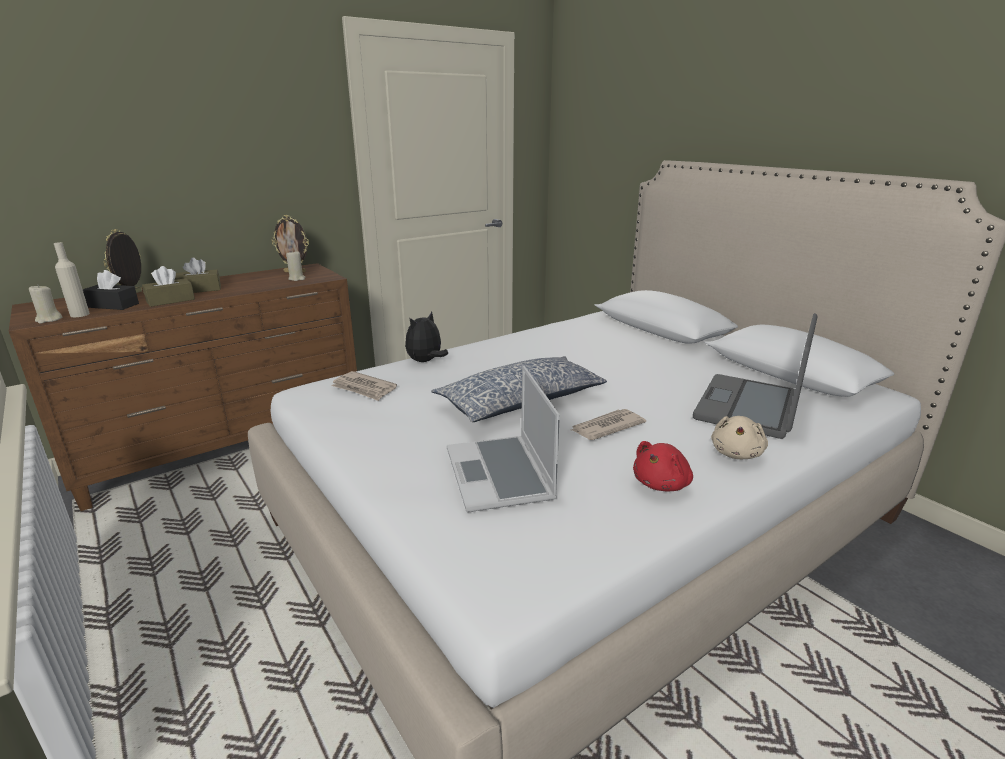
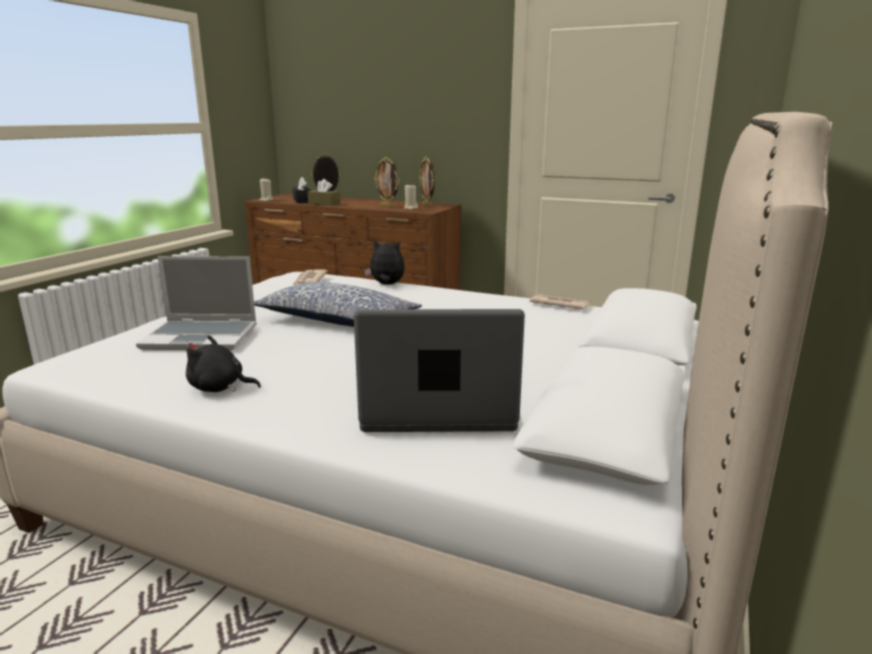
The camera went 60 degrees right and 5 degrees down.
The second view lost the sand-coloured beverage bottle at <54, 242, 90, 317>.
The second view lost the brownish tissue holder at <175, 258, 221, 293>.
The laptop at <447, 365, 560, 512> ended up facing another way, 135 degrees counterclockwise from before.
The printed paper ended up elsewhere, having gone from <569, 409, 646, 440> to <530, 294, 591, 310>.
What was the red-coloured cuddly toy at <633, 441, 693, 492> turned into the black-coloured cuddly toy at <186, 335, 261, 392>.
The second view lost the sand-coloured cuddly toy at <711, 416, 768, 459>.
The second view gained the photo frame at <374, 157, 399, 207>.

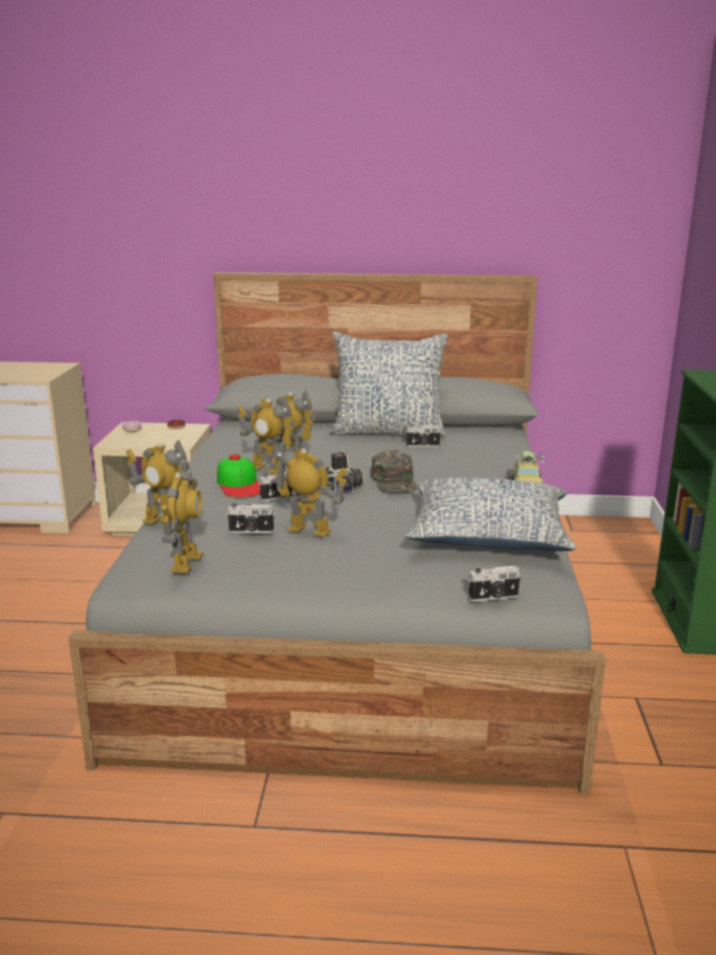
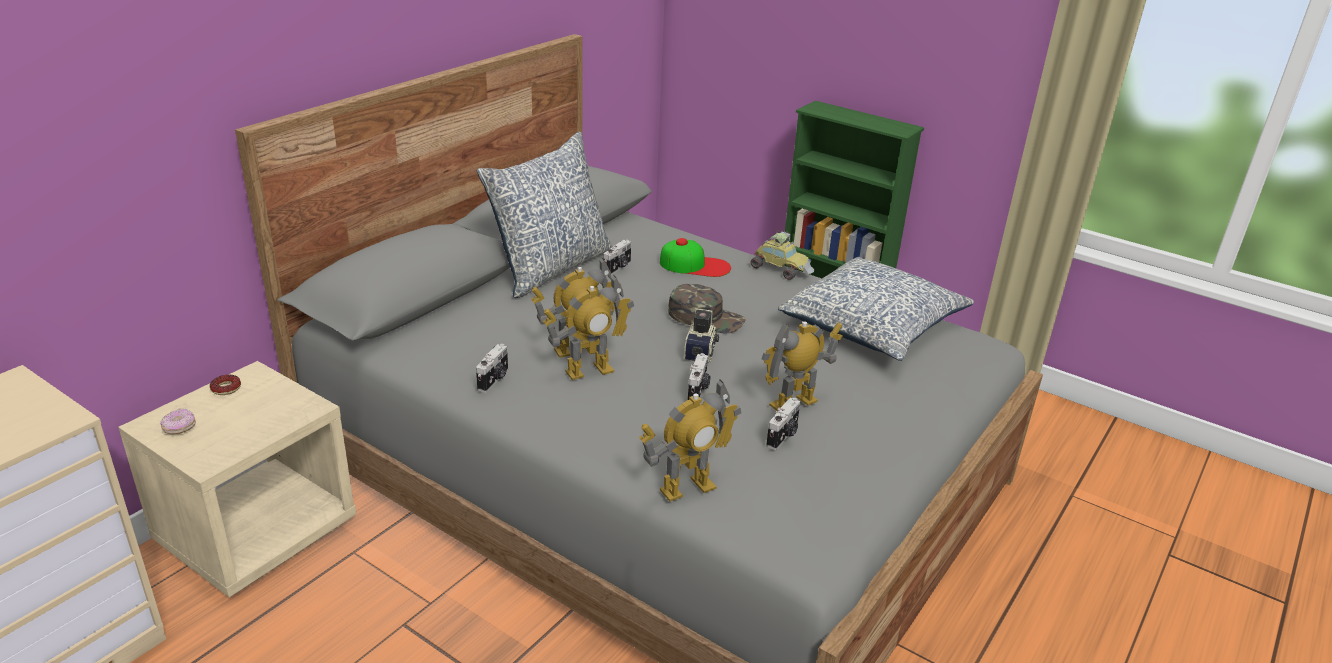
The camera went 60 degrees left and 10 degrees up.
The second view lost the model robot at <161, 459, 203, 573>.
The baseball cap ended up elsewhere, having gone from <217, 454, 261, 497> to <660, 238, 731, 277>.
The still camera ended up elsewhere, having gone from <468, 566, 521, 602> to <476, 344, 508, 393>.

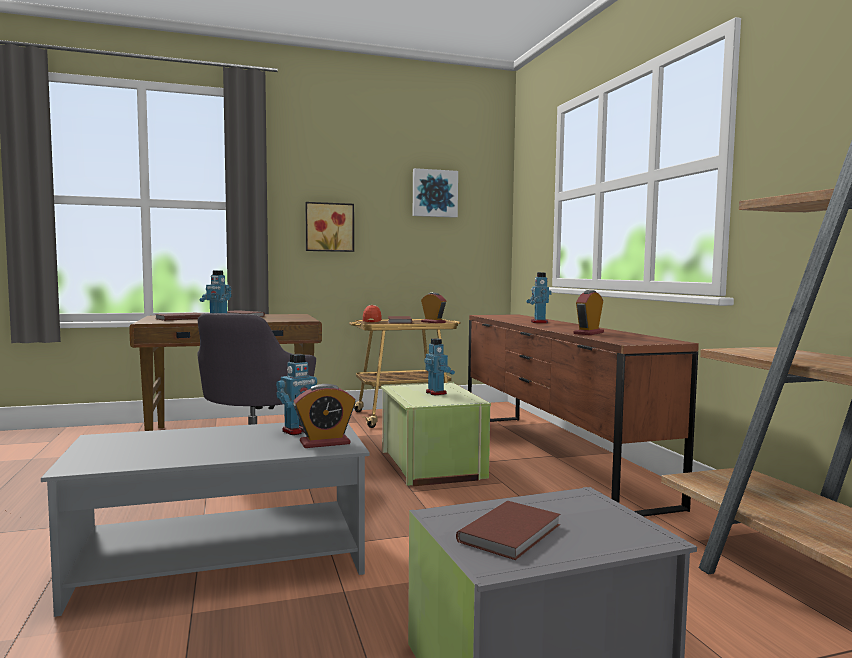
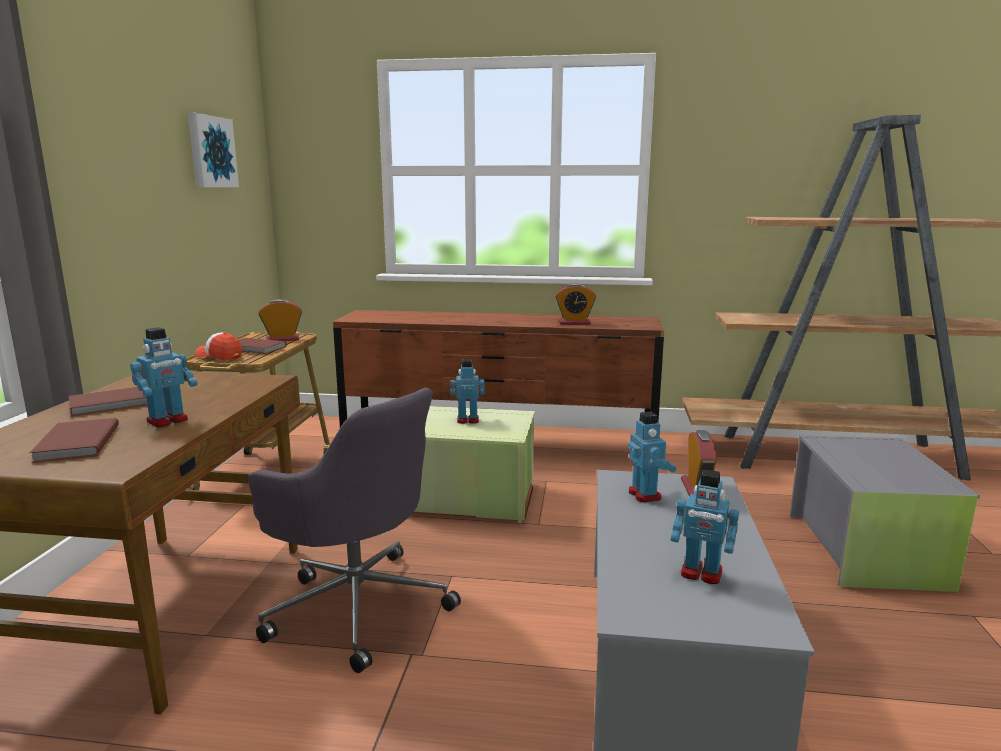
The camera went 65 degrees left and 10 degrees up.
The second view lost the wall art at <305, 202, 354, 252>.
The second view lost the brownish bound book at <456, 501, 561, 560>.
The model robot ended up elsewhere, having gone from <526, 272, 551, 323> to <671, 469, 739, 584>.
The bedside clock at <573, 290, 604, 335> ended up facing another way, 60 degrees counterclockwise from before.

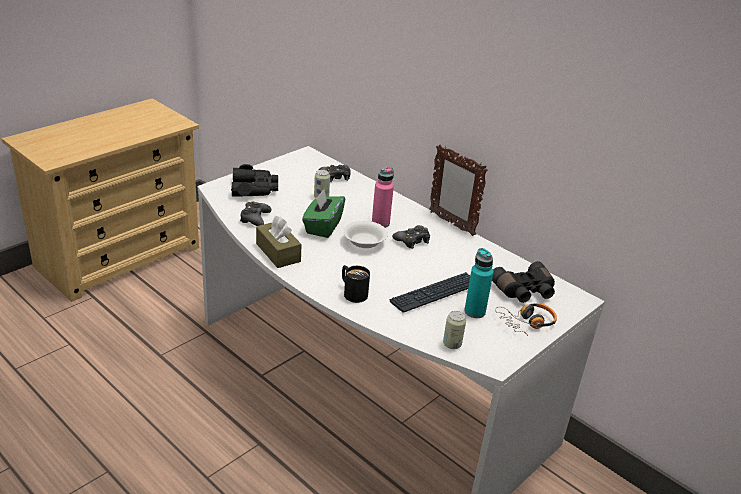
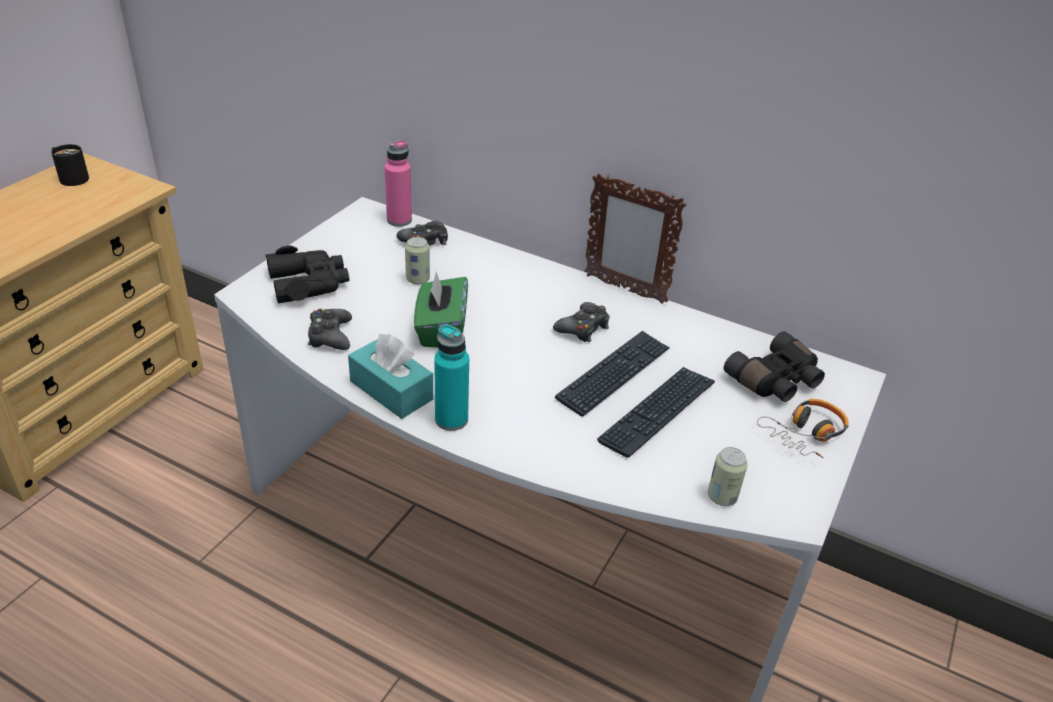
The camera went 15 degrees left and 5 degrees up.
What was the brownish tissue holder at <256, 216, 302, 268> turned into the turquoise-coloured tissue holder at <348, 334, 433, 419>.
The black-coloured tea mug ended up elsewhere, having gone from <342, 265, 370, 303> to <51, 144, 89, 186>.
The second view lost the whitish bowl at <343, 221, 388, 248>.
The pink-coloured beverage bottle ended up elsewhere, having gone from <372, 167, 394, 228> to <384, 140, 412, 227>.
The turquoise-coloured beverage bottle ended up elsewhere, having gone from <464, 248, 494, 318> to <434, 324, 469, 431>.
The second view gained the PC keyboard at <555, 331, 670, 416>.

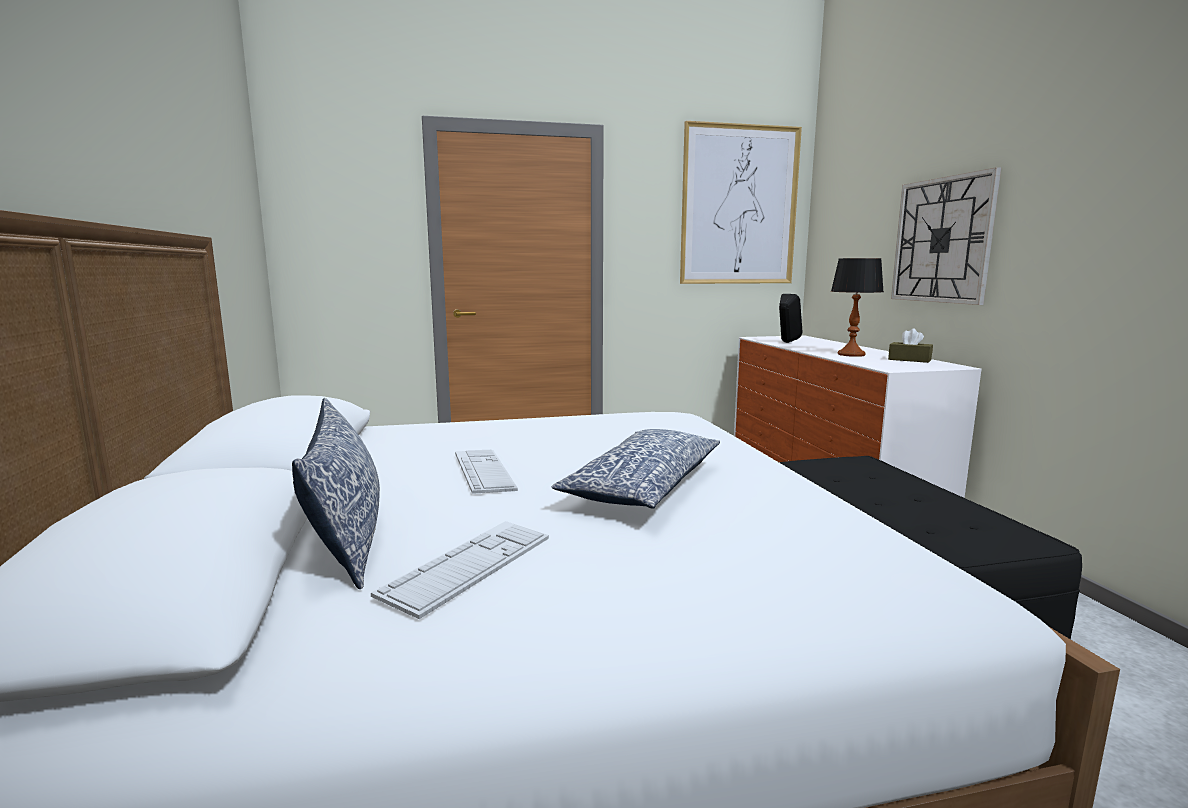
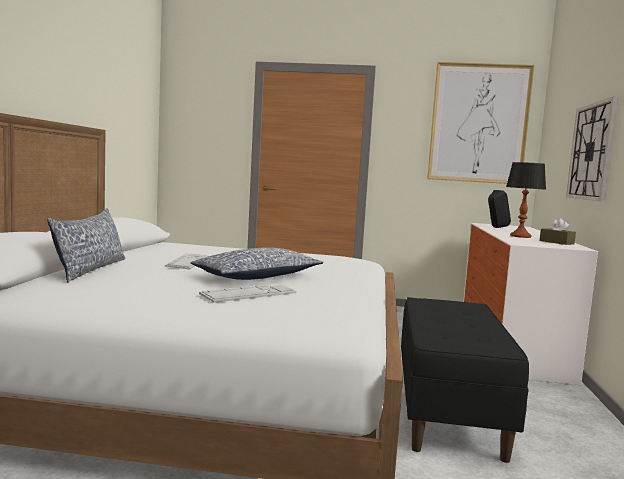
The camera went 20 degrees right and 5 degrees down.
The PC keyboard ended up elsewhere, having gone from <371, 521, 549, 619> to <199, 284, 297, 303>.

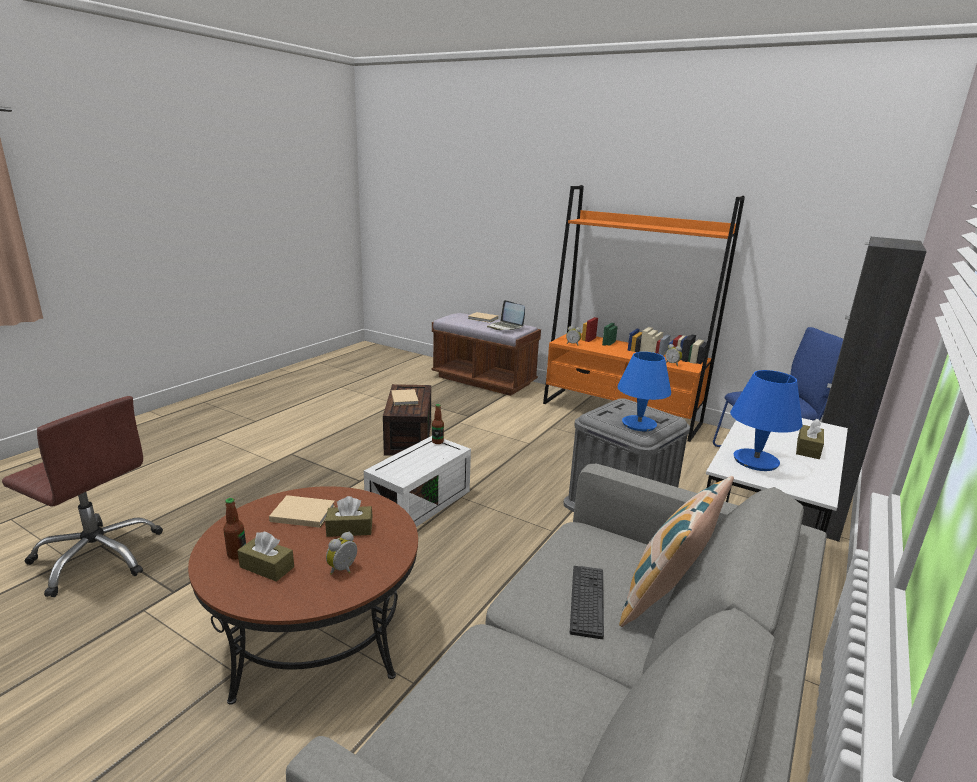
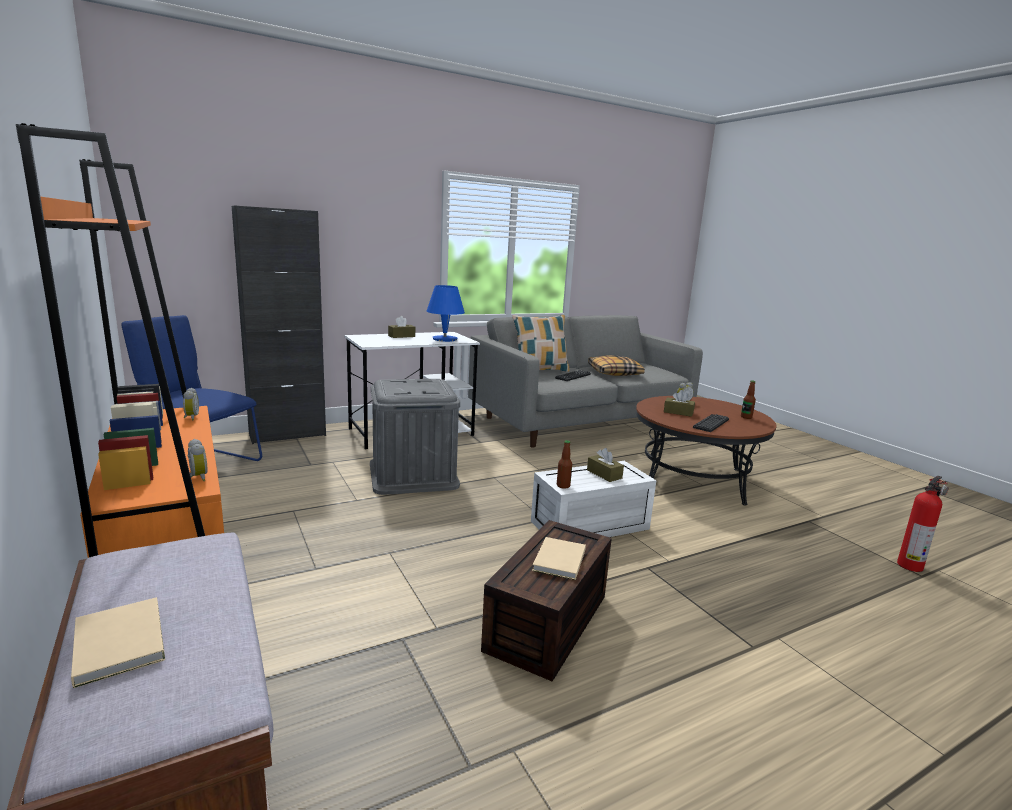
The camera went 150 degrees left and 5 degrees down.
Where the brownish desk chair stood at <2, 396, 163, 597>, the fire extinguisher came to stand at <897, 476, 949, 572>.
The brownish tissue holder ended up elsewhere, having gone from <237, 531, 294, 582> to <587, 448, 624, 482>.
Where the sand-coloured bound book stood at <269, 495, 335, 528>, the PC keyboard came to stand at <693, 414, 729, 432>.
The second view lost the laptop at <487, 300, 525, 330>.
The second view lost the bluish lamp for a table at <618, 352, 671, 431>.
The second view gained the pillow at <588, 355, 645, 376>.

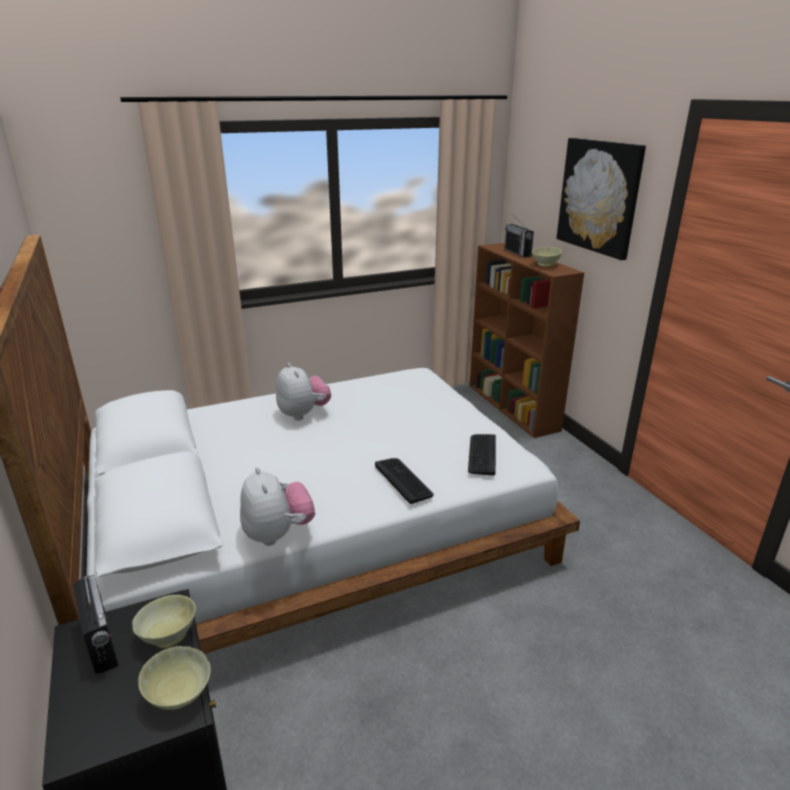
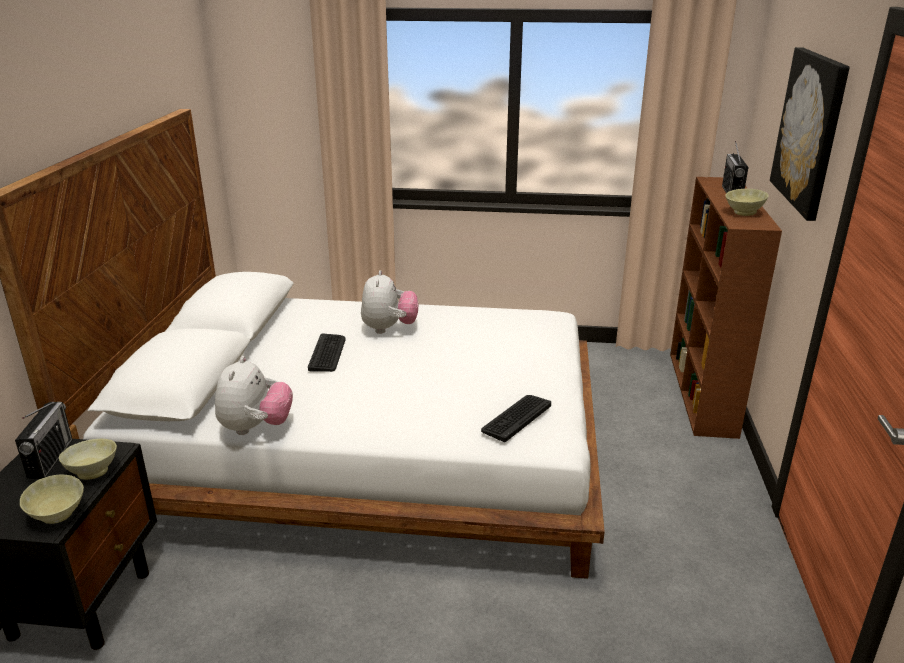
The camera went 30 degrees right and 0 degrees up.
The PC keyboard ended up elsewhere, having gone from <375, 458, 433, 504> to <308, 333, 346, 372>.

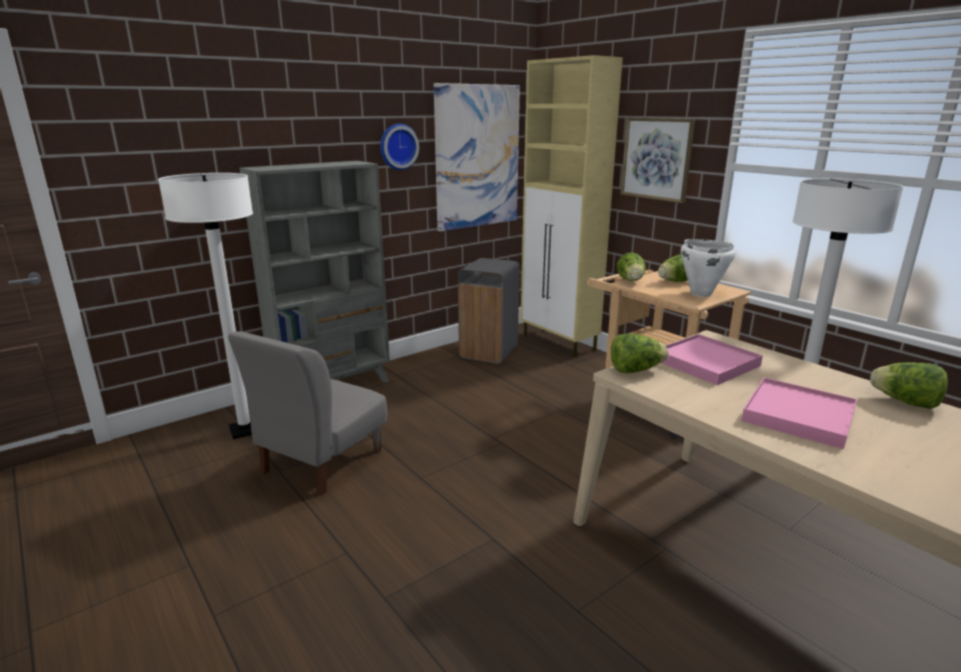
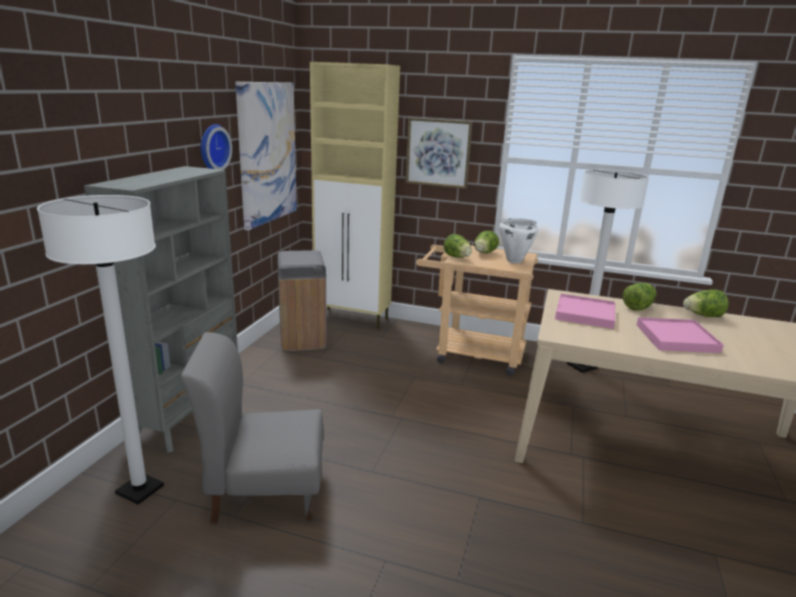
The camera went 35 degrees left and 0 degrees up.
The greyish upright chair at <228, 331, 387, 496> ended up facing another way, 90 degrees clockwise from before.
The lettuce ended up elsewhere, having gone from <611, 334, 669, 373> to <623, 283, 657, 311>.

